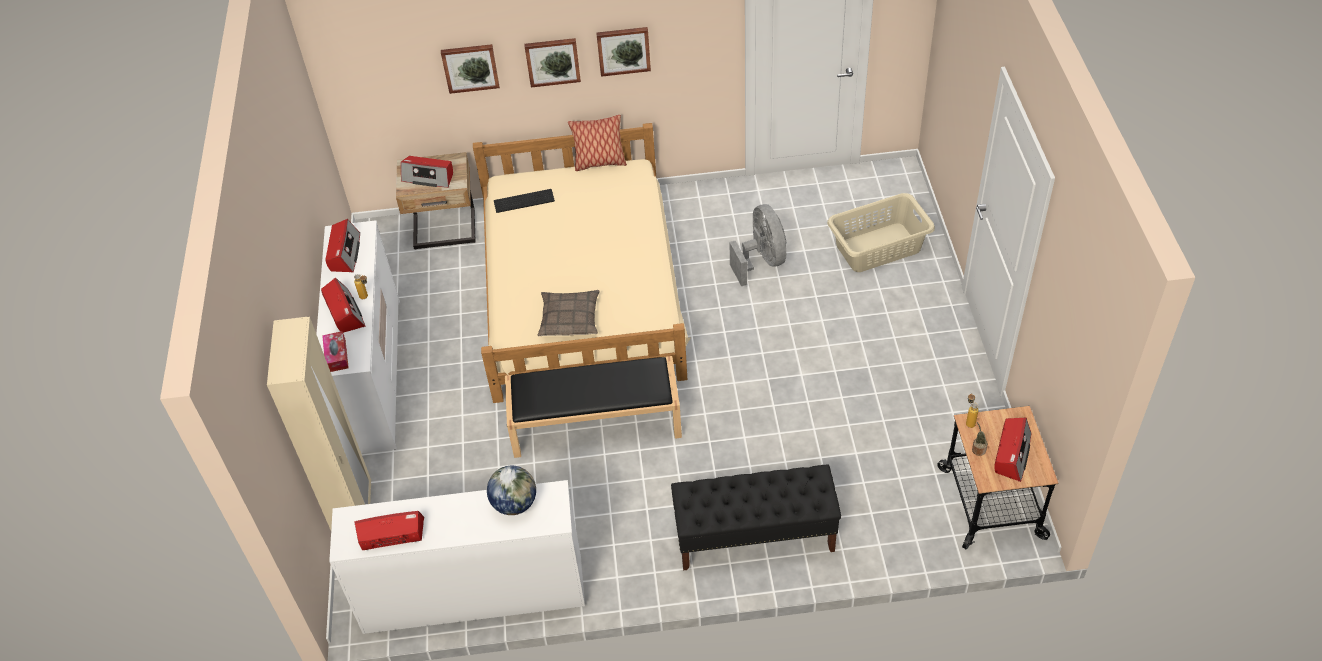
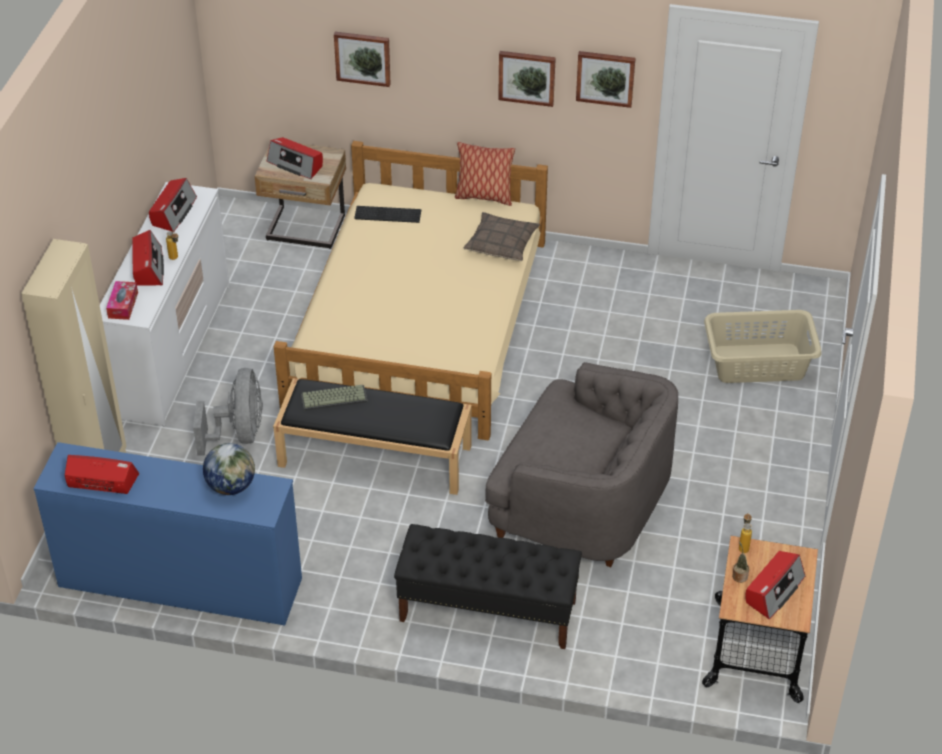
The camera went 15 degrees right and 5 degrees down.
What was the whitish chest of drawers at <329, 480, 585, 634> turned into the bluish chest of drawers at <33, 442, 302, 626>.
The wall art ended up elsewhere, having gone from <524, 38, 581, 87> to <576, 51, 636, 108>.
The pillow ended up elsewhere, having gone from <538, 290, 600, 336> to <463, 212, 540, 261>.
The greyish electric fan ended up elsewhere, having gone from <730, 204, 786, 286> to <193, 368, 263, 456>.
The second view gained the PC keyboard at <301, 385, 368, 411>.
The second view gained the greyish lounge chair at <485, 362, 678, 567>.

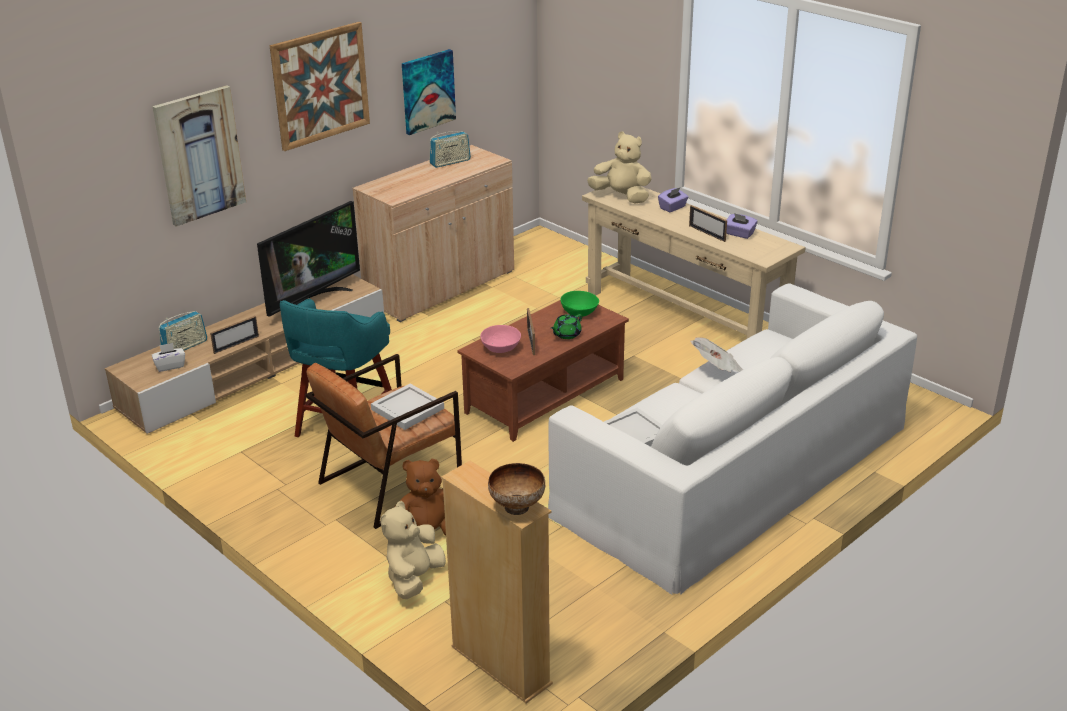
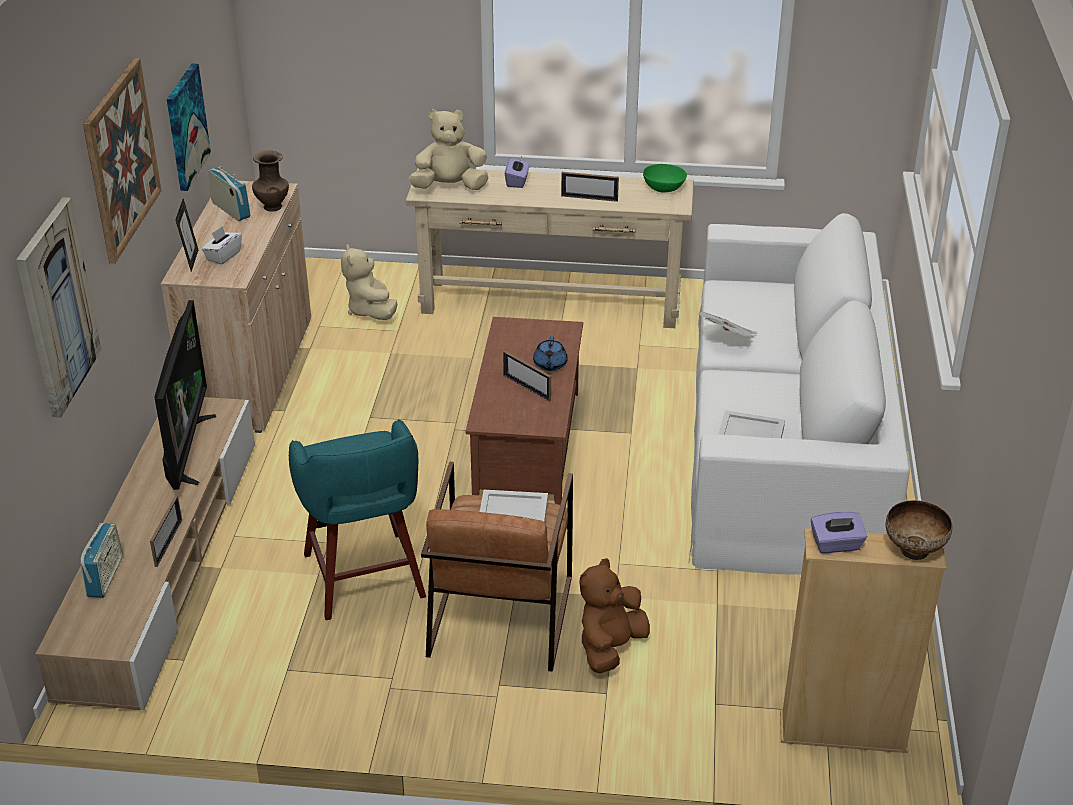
The camera went 40 degrees left and 5 degrees up.
The whitish tissue holder ended up elsewhere, having gone from <152, 343, 185, 372> to <202, 226, 242, 264>.
The sand-coloured cuddly toy ended up elsewhere, having gone from <380, 501, 446, 599> to <341, 244, 398, 320>.
The radio at <430, 131, 471, 168> ended up facing another way, 60 degrees counterclockwise from before.
The second view lost the pink-coloured bowl at <480, 325, 521, 353>.
What was the green-coloured pot for tea at <551, 314, 582, 339> turned into the bluish pot for tea at <533, 336, 568, 371>.
The green-coloured bowl ended up elsewhere, having gone from <560, 291, 599, 317> to <643, 164, 687, 192>.
The purple-coloured tissue holder ended up elsewhere, having gone from <726, 213, 757, 239> to <811, 512, 867, 553>.
The second view gained the photo frame at <176, 199, 198, 272>.
The second view gained the brownish decorative vase at <252, 150, 289, 212>.

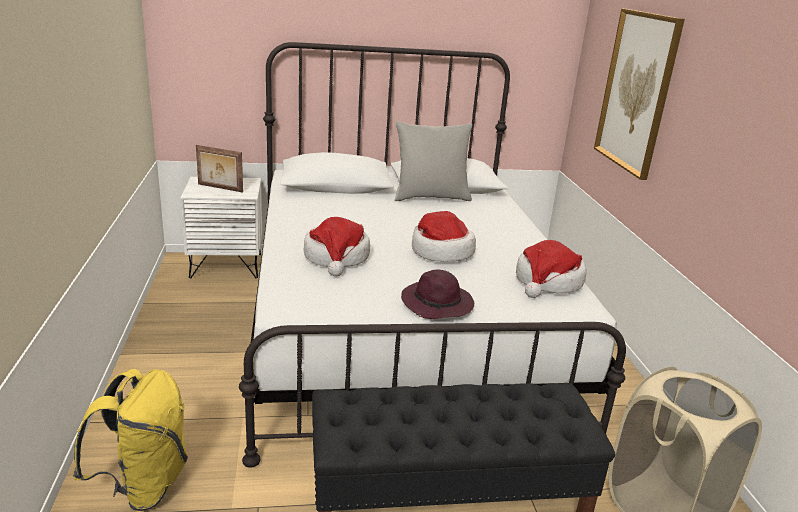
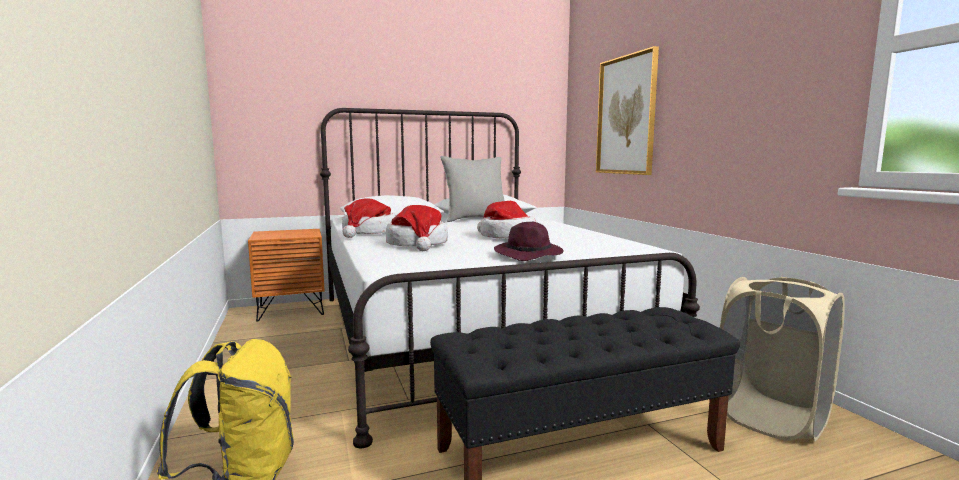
The camera went 10 degrees left and 15 degrees down.
What was the whitish nightstand at <180, 177, 262, 279> turned into the orange-coloured nightstand at <248, 229, 325, 322>.
The second view lost the photo frame at <196, 145, 243, 193>.
The wearable hat ended up elsewhere, having gone from <516, 240, 587, 298> to <342, 198, 396, 238>.

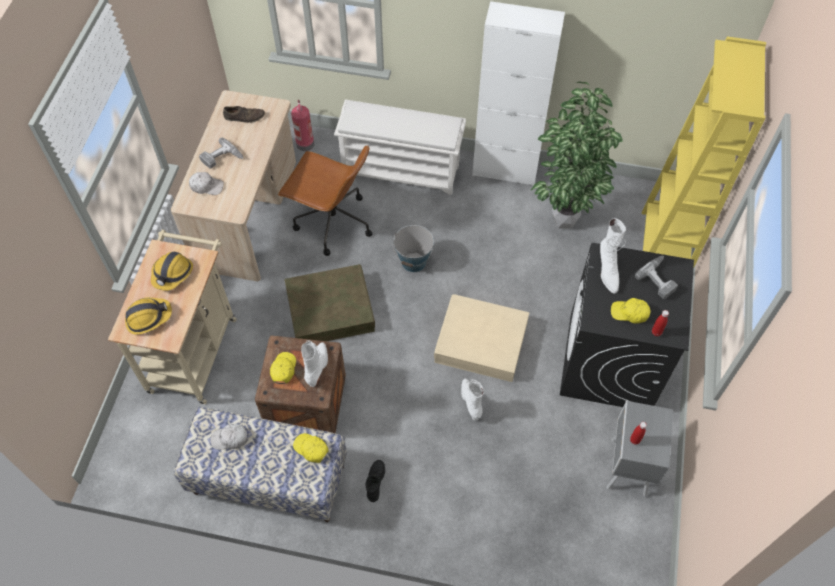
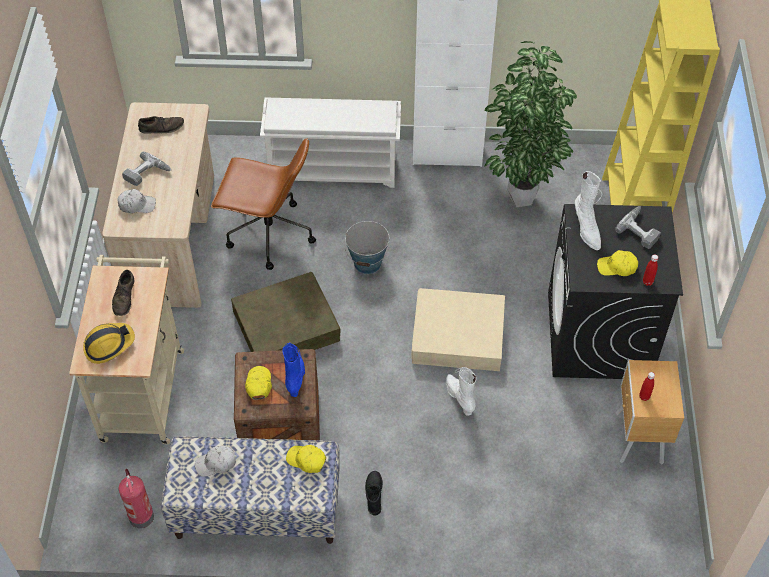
The camera went 10 degrees left and 5 degrees down.
Where the hard hat stood at <151, 252, 193, 291>, the brownish low shoe came to stand at <112, 270, 135, 316>.
The fire extinguisher ended up elsewhere, having gone from <291, 100, 314, 151> to <118, 469, 154, 528>.
What was the whitish boot at <301, 341, 328, 387> turned into the bluish boot at <282, 343, 305, 397>.
What was the greyish nightstand at <606, 401, 673, 497> turned into the brownish nightstand at <616, 360, 684, 464>.

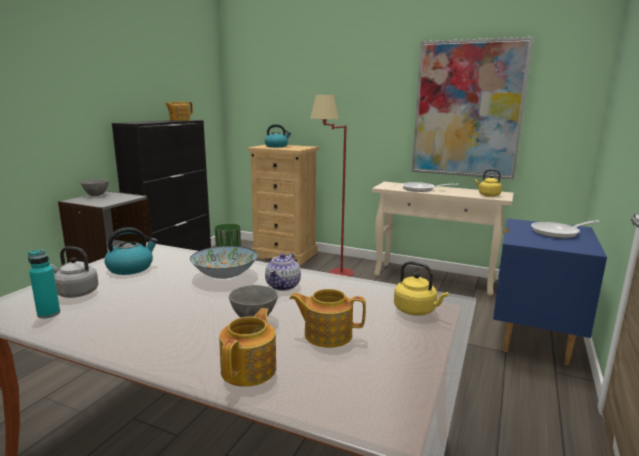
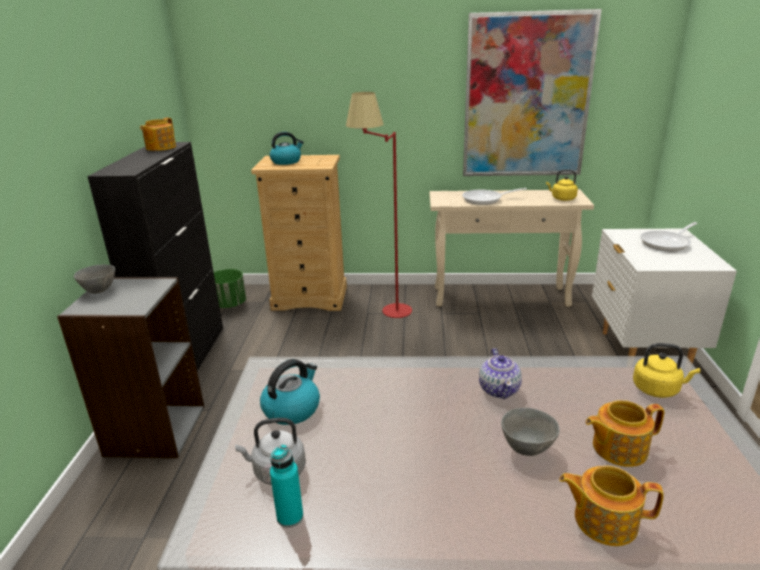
The camera went 20 degrees left and 10 degrees up.
The second view lost the bowl at <190, 246, 258, 279>.
The pot for tea at <219, 308, 276, 387> ended up facing another way, 75 degrees counterclockwise from before.
What was the bluish nightstand at <493, 218, 607, 366> turned into the whitish nightstand at <592, 229, 737, 364>.

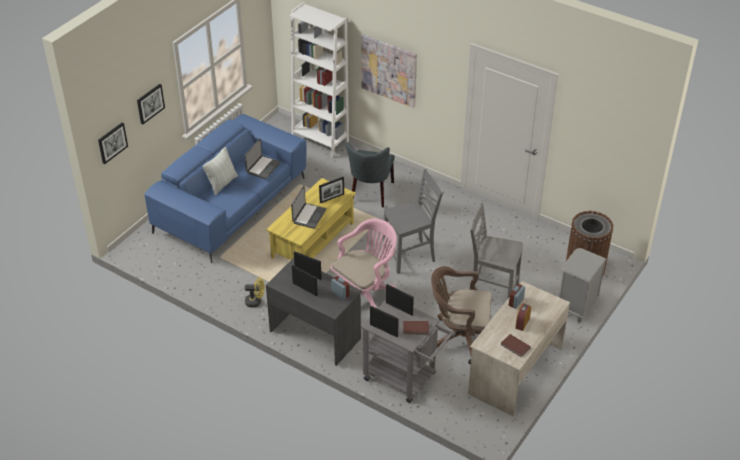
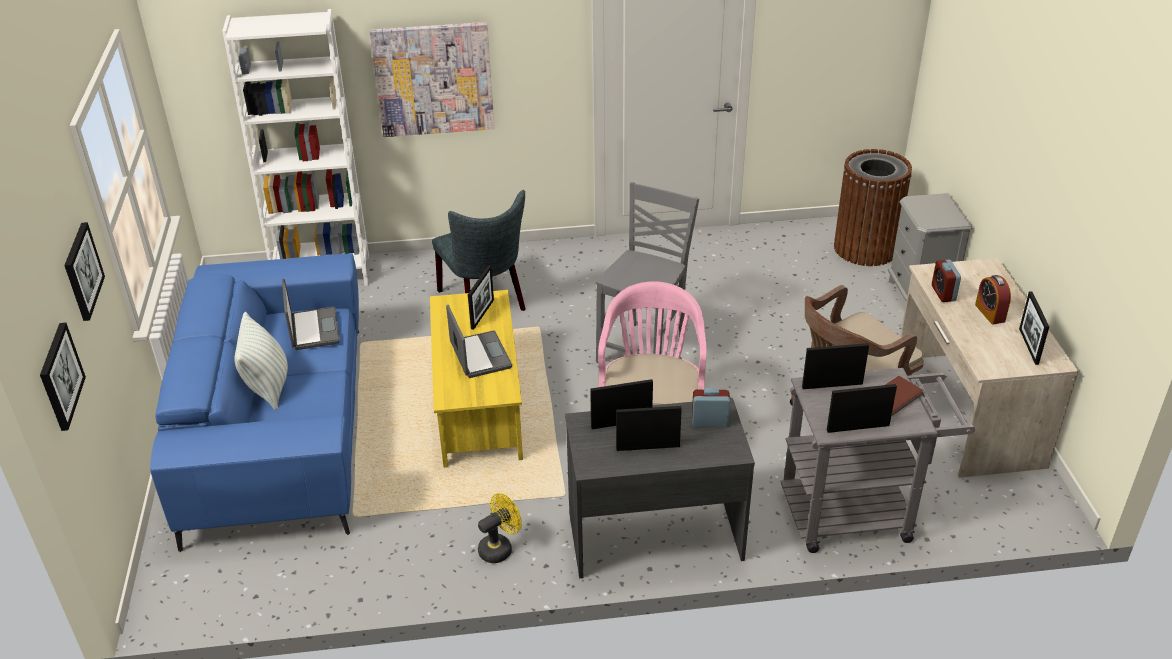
The camera went 40 degrees left and 5 degrees down.
The second view lost the greyish upright chair at <470, 203, 523, 299>.
Where the brownish bound book stood at <501, 334, 531, 357>, the photo frame came to stand at <1019, 291, 1049, 365>.

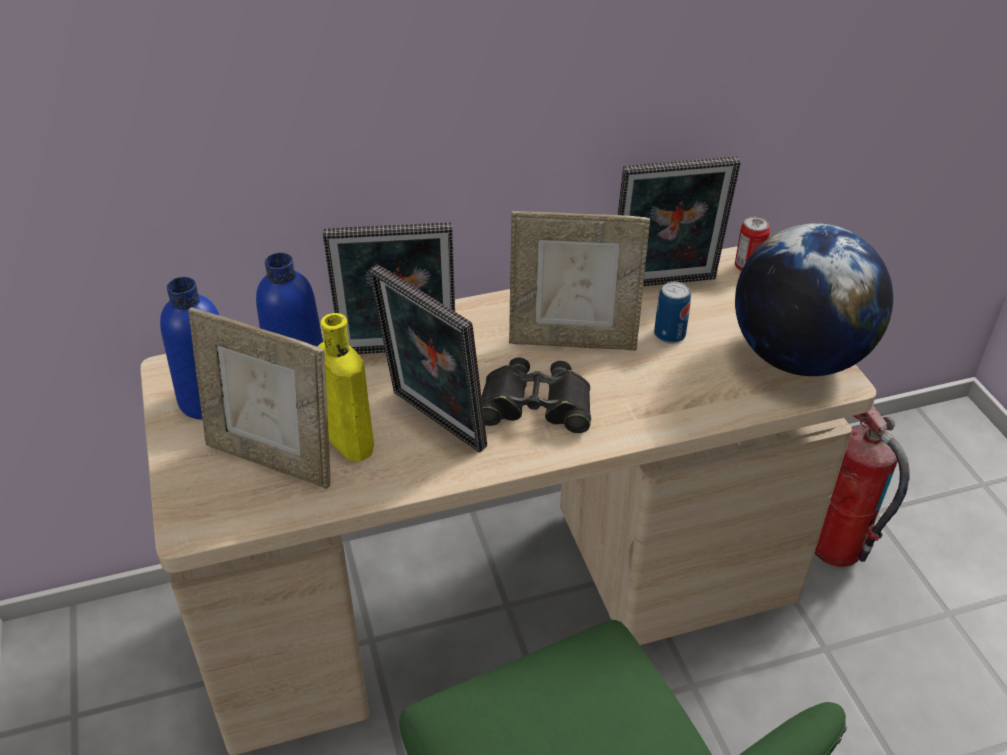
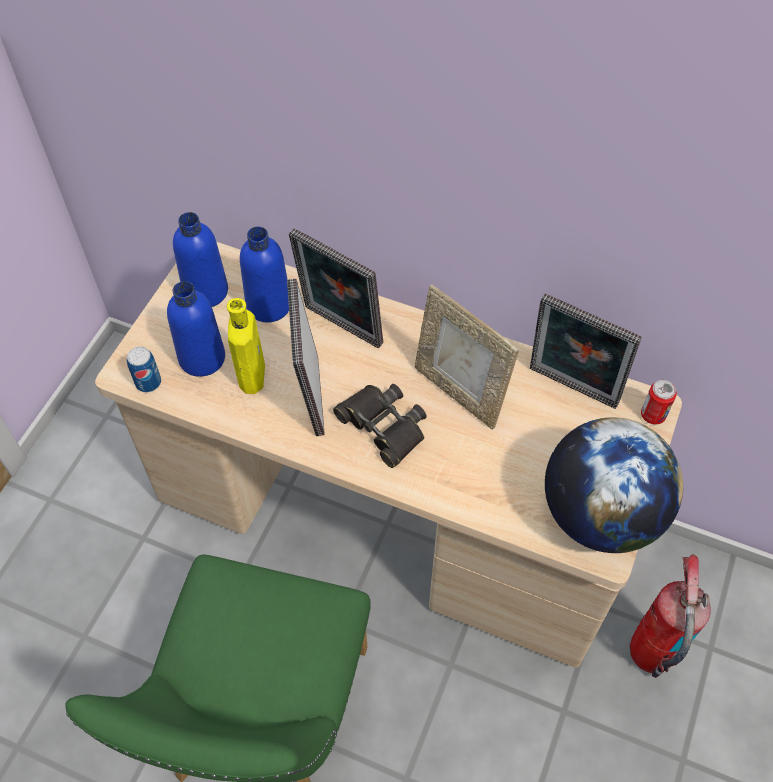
The camera went 40 degrees right and 15 degrees up.
Where the photo frame stood at <188, 307, 330, 489>, the bluish beverage bottle came to stand at <167, 281, 225, 377>.
The sealed can ended up elsewhere, having gone from <654, 282, 691, 344> to <127, 347, 161, 392>.

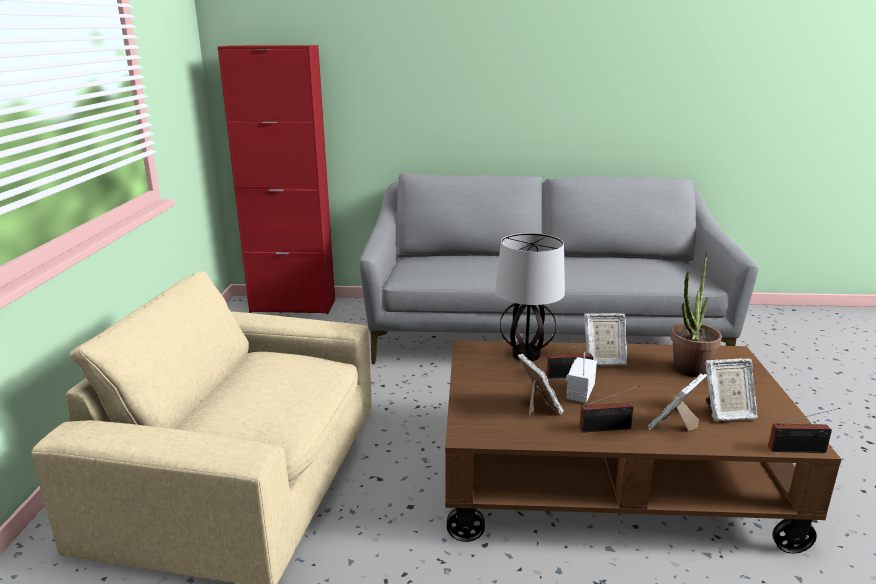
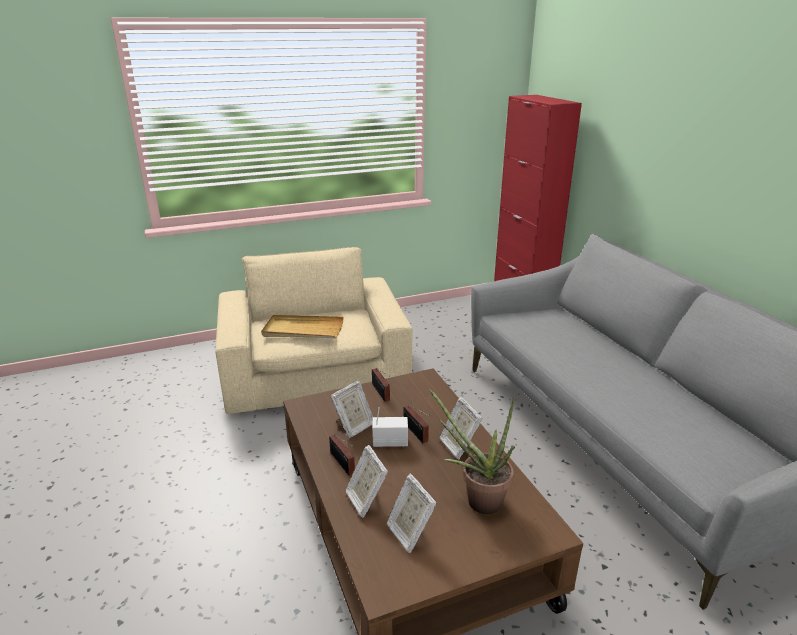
The camera went 65 degrees right and 5 degrees up.
The second view lost the lamp for a table at <495, 233, 565, 361>.
The photo frame at <648, 374, 707, 431> ended up facing another way, 135 degrees counterclockwise from before.
The radio ended up elsewhere, having gone from <768, 408, 840, 453> to <372, 368, 390, 402>.
The second view gained the sand-coloured carrying tray at <261, 315, 344, 338>.

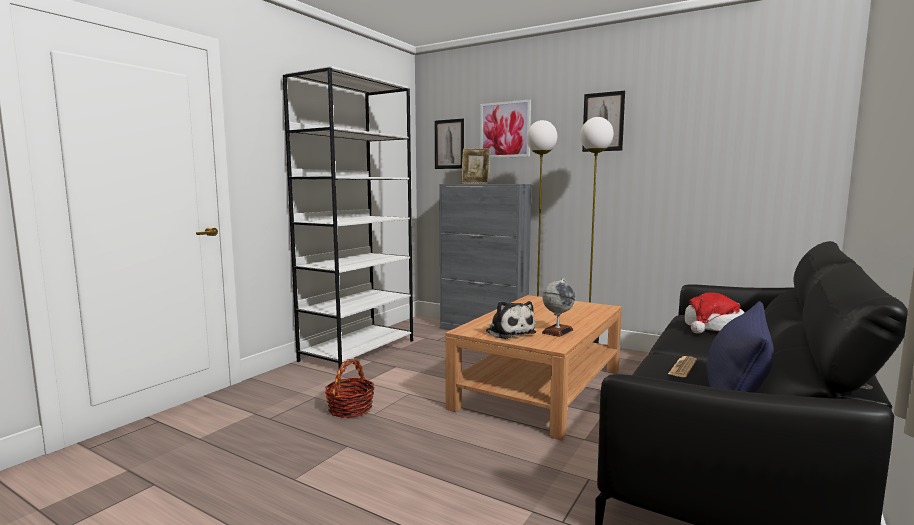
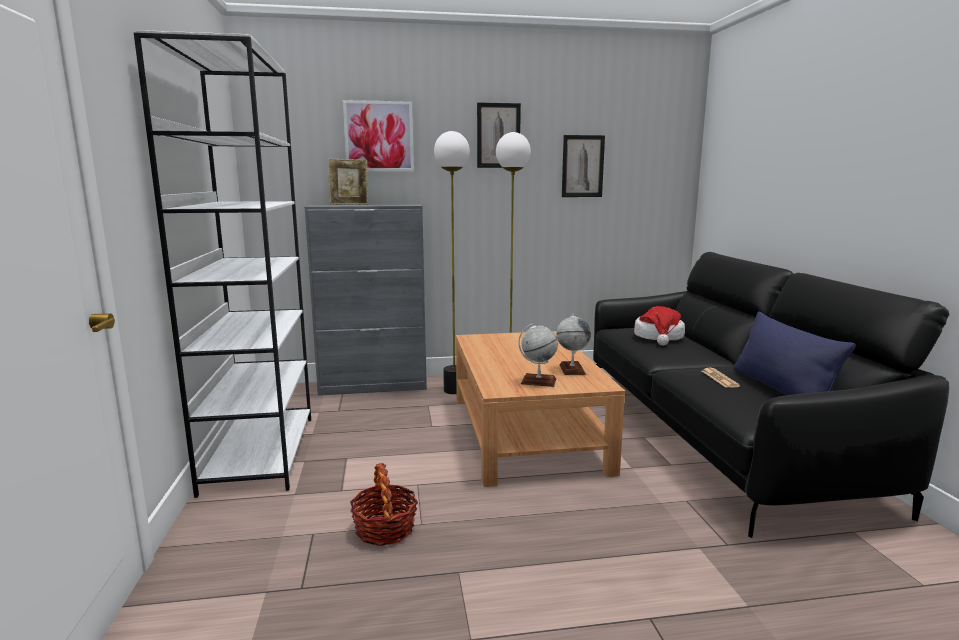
The camera went 40 degrees left and 5 degrees up.
The wall art ended up elsewhere, having gone from <435, 119, 464, 169> to <562, 135, 605, 197>.
Where the cuddly toy stood at <486, 301, 536, 339>, the desk globe came to stand at <518, 324, 558, 387>.

